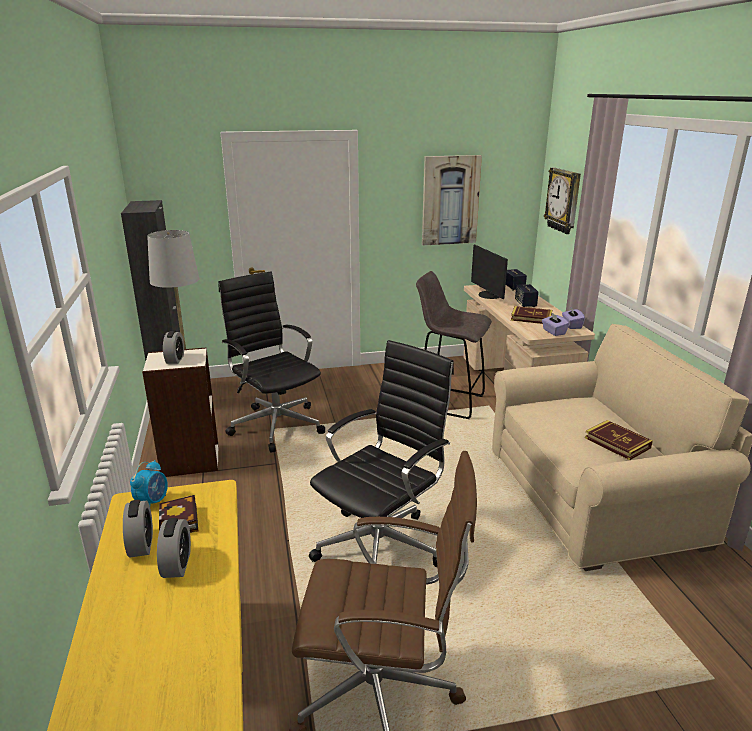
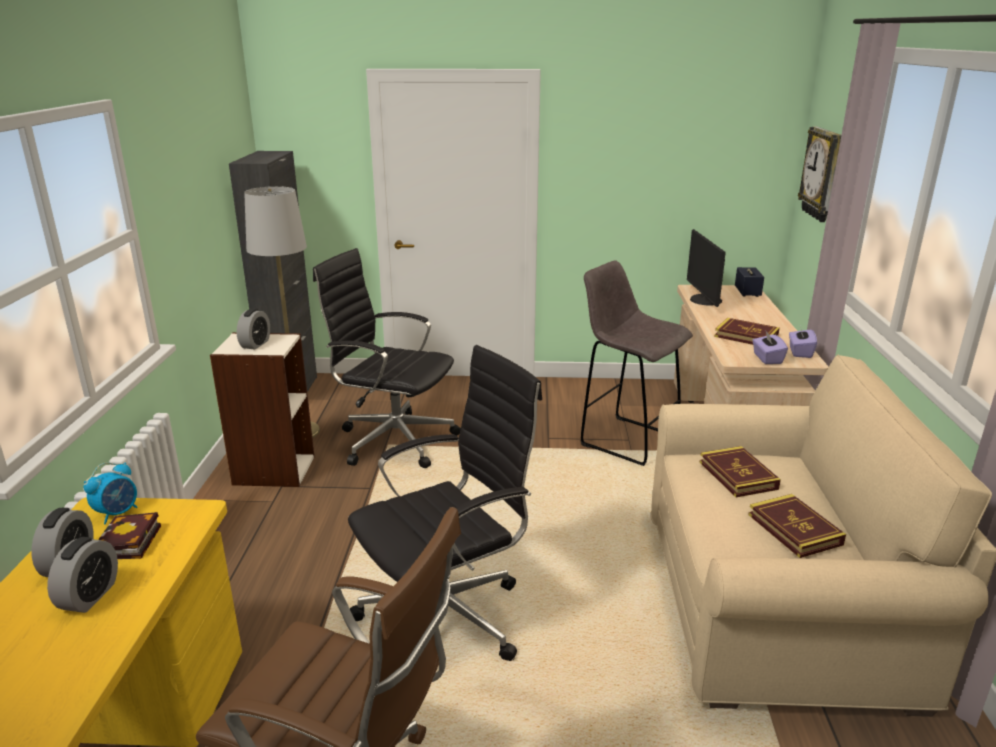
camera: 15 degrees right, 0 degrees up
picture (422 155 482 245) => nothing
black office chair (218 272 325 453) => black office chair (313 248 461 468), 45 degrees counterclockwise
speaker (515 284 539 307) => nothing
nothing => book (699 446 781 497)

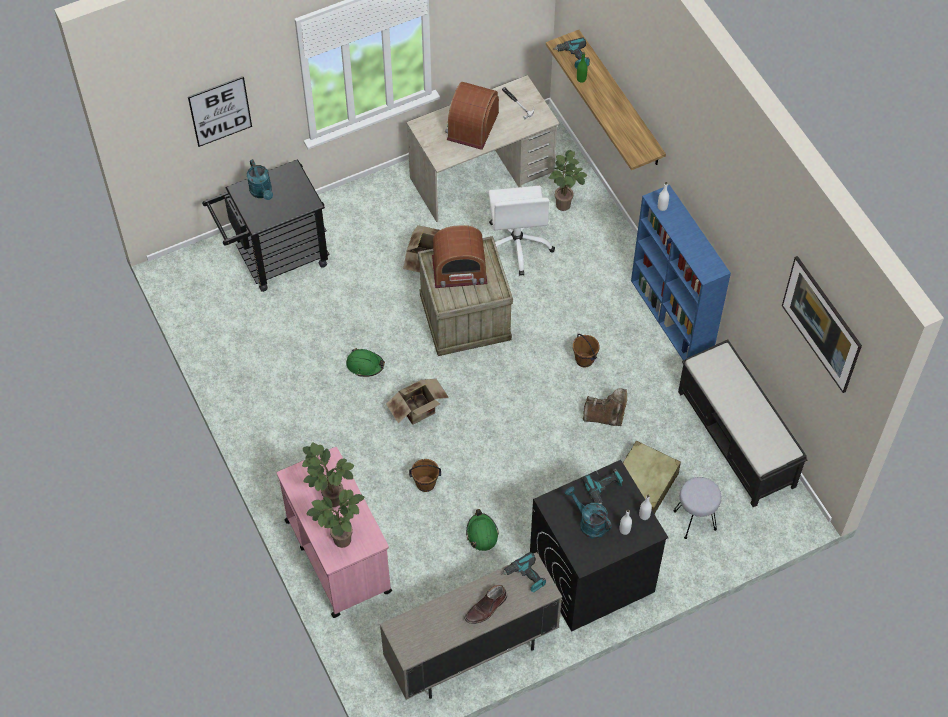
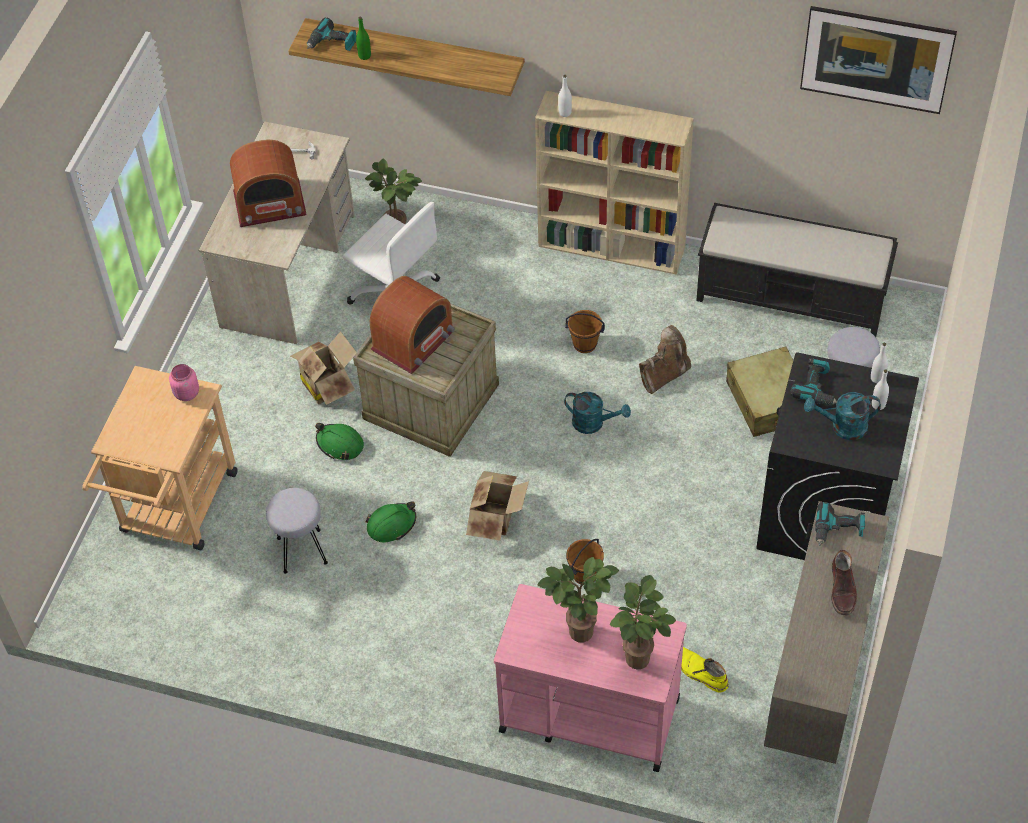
camera: 45 degrees left, 5 degrees down
picture (188 76 252 147) => nothing
radio (445 82 499 150) => radio (230 140 306 227), 75 degrees counterclockwise
black cart (202 159 329 292) => beige cart (82 366 238 550)
turquoise watering can (247 159 273 200) => turquoise watering can (564 392 631 434), shifted
blue bookcase (631 185 731 360) => beige bookcase (535 91 694 275)
green hard hat (466 509 499 551) => green hard hat (315 423 364 460), shifted
nothing => pink jar (169 364 199 401)
nothing => grey stool (266 488 328 574)
nothing => yellow boot (681 647 729 693)

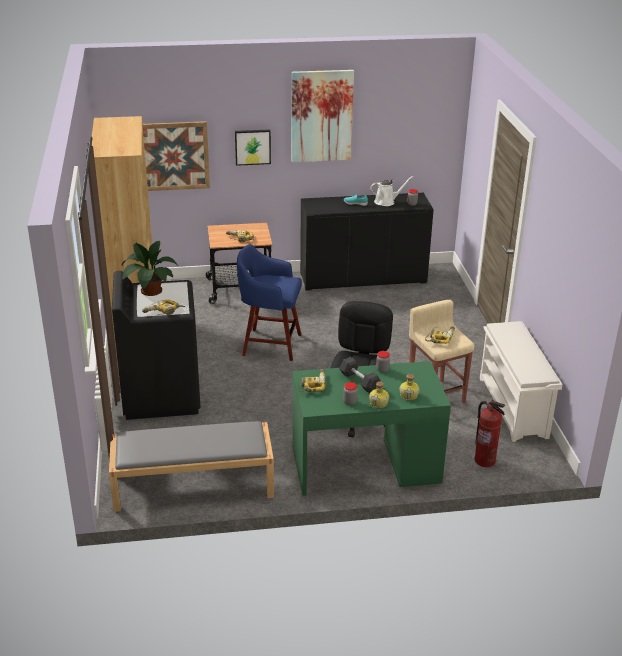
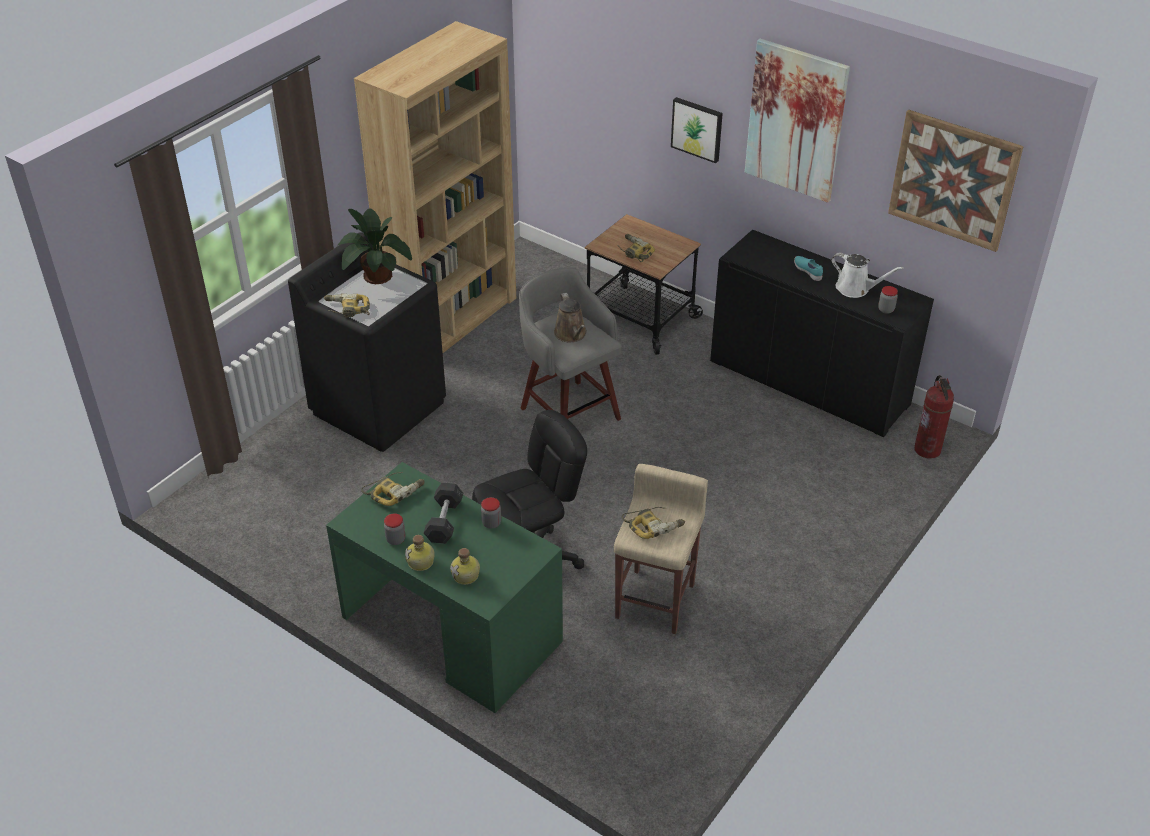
camera: 45 degrees right, 10 degrees up
picture (142 121 210 191) => picture (888 110 1024 252), shifted
blue stool (237 244 302 361) => grey stool (519 267 621 421)
white shoe rack (480 321 563 442) => nothing
fire extinguisher (474 400 505 467) => fire extinguisher (914 375 954 459), shifted
grey bench (109 421 274 512) => nothing
nothing => brown watering can (554 293 587 342)

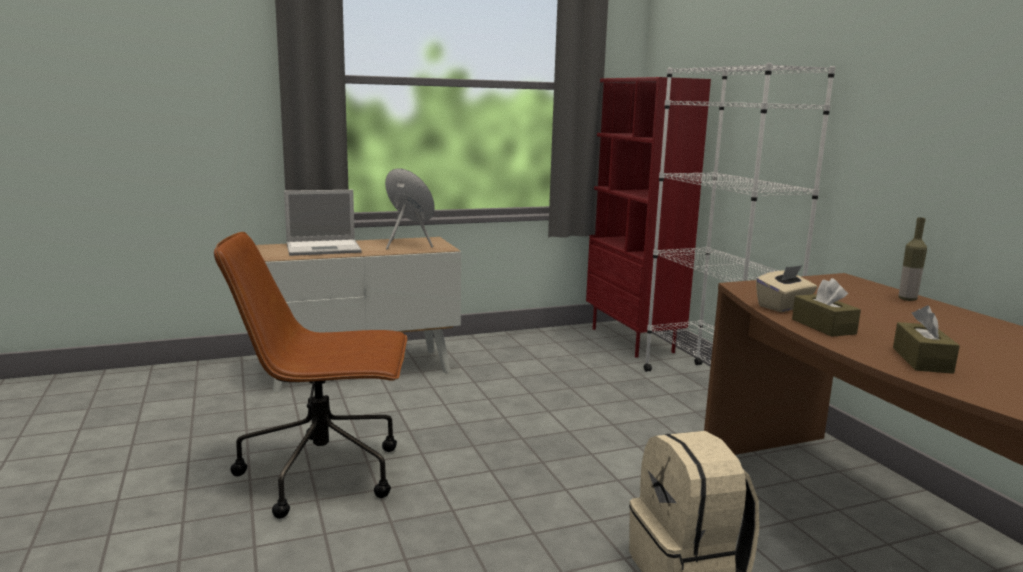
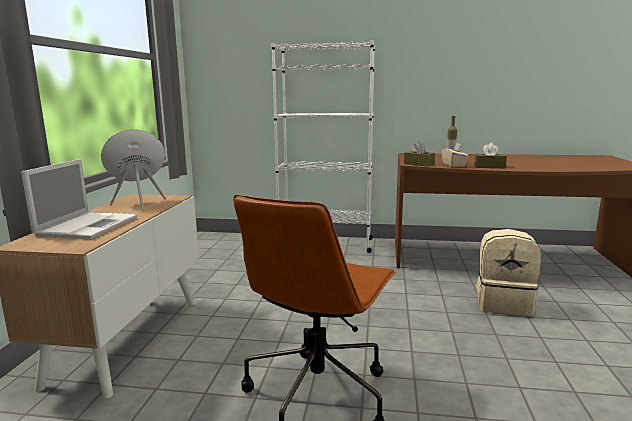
camera: 60 degrees left, 0 degrees up
red bookcase (586 77 711 358) => nothing
brown tissue box (893 305 960 374) => brown tissue box (404 141 435 166), shifted

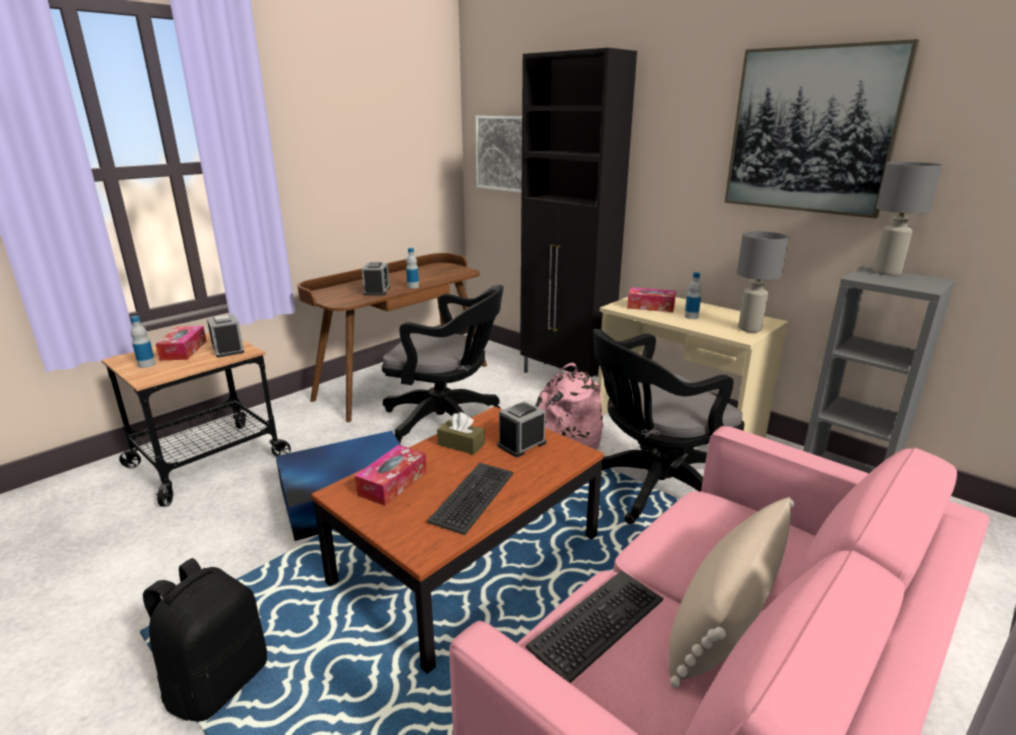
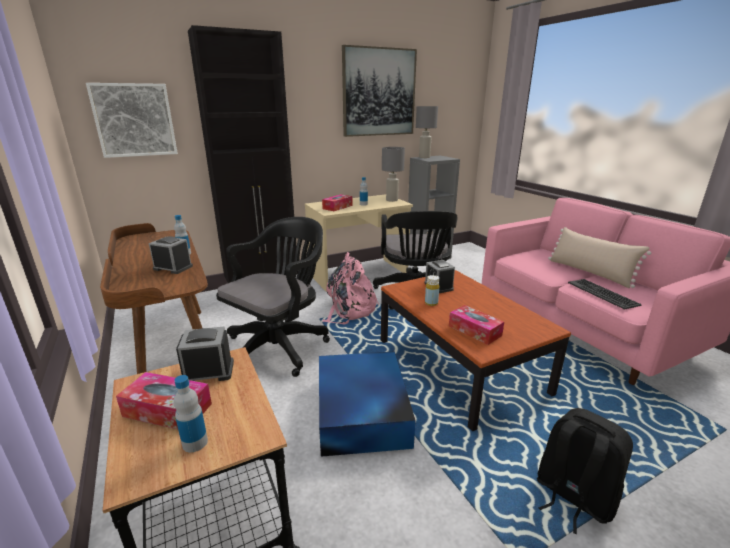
camera: 70 degrees left, 0 degrees up
brown tissue box (437 412 485 455) => yellow bottle (425 275 439 306)
keyboard (427 463 513 535) => nothing

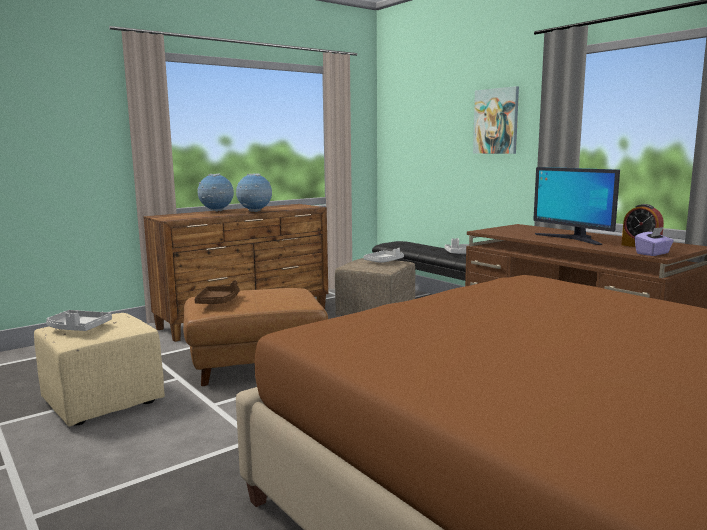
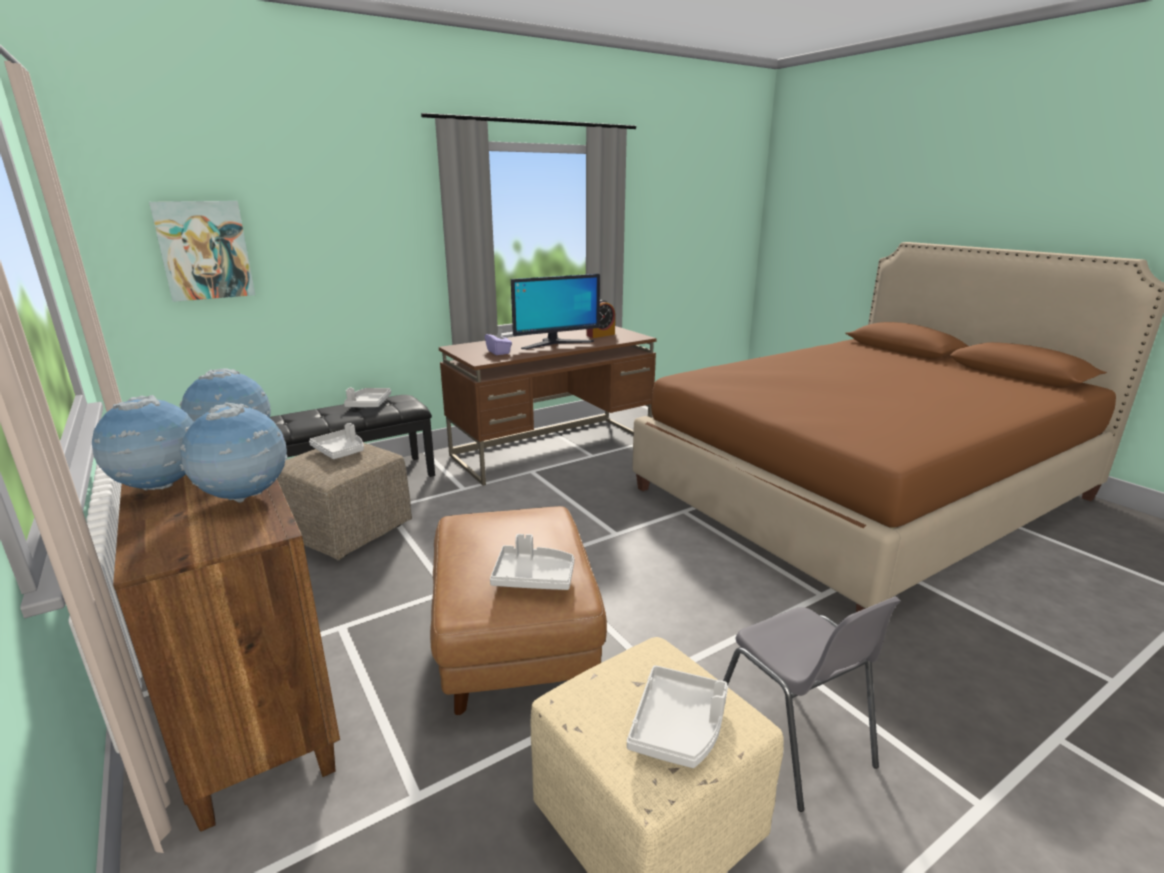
camera: 85 degrees left, 10 degrees up
picture (473 86 519 154) => picture (149 201 255 302), shifted
purple tissue box (635 227 674 256) => purple tissue box (485 329 512 355), shifted
brown tray (194 280 239 304) => grey tray (490 534 574 590)
nothing => globe (180 402 287 503)
nothing => grey chair (723 597 901 812)

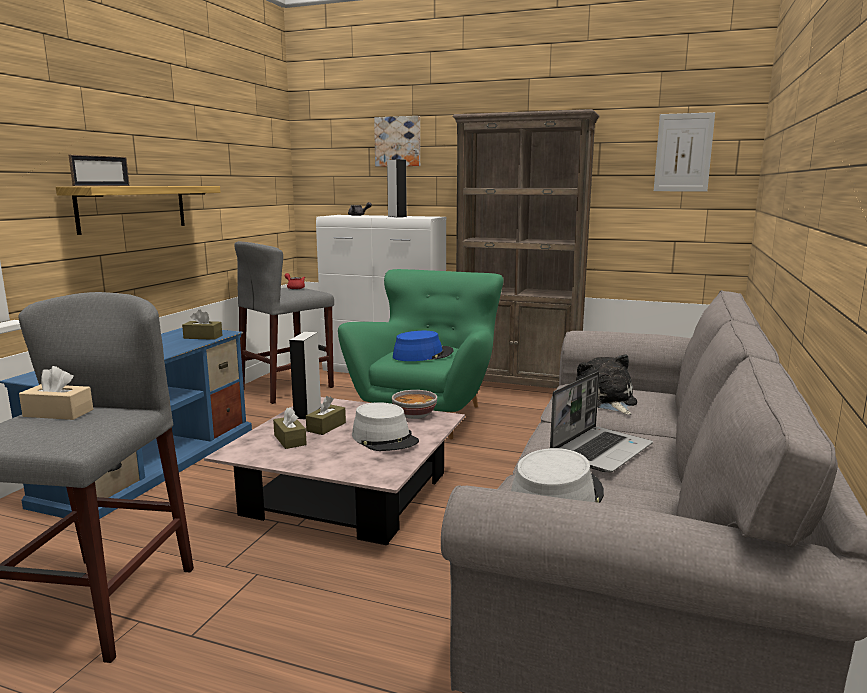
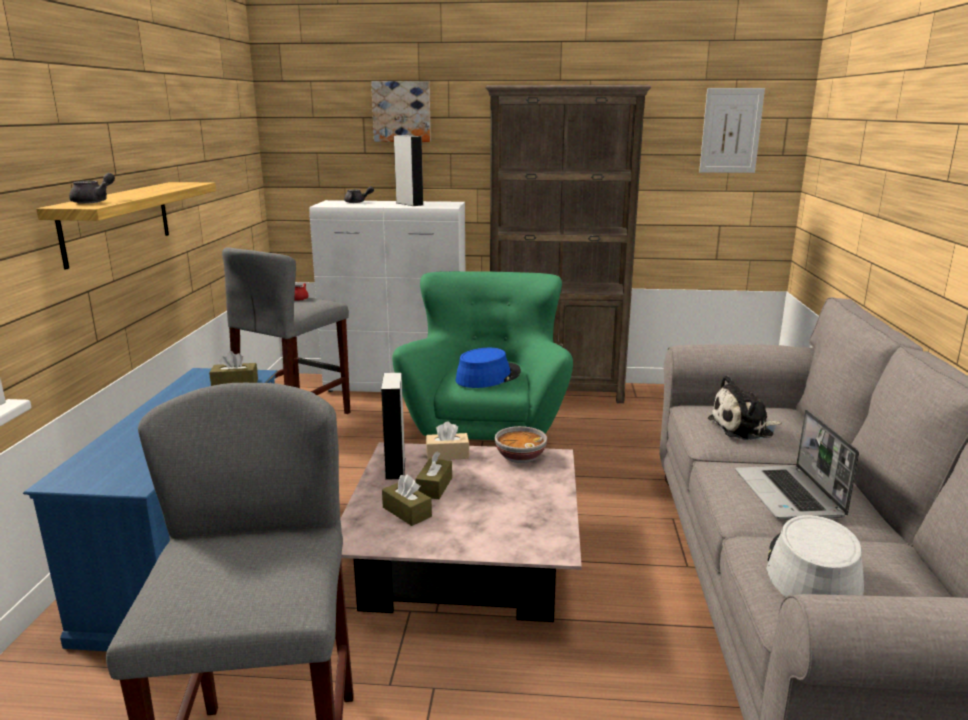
camera: 15 degrees left, 5 degrees up
picture frame (69 155 130 186) => grey teapot (69 173 115 204)
plush toy (576 354 637 415) => plush toy (708 376 782 440), 75 degrees counterclockwise
beige tissue box (19 366 93 420) => beige tissue box (426 422 470 460), shifted
laptop (550 371 653 472) => laptop (735 410 859 520), 150 degrees clockwise
grey hat (352 402 419 451) => nothing

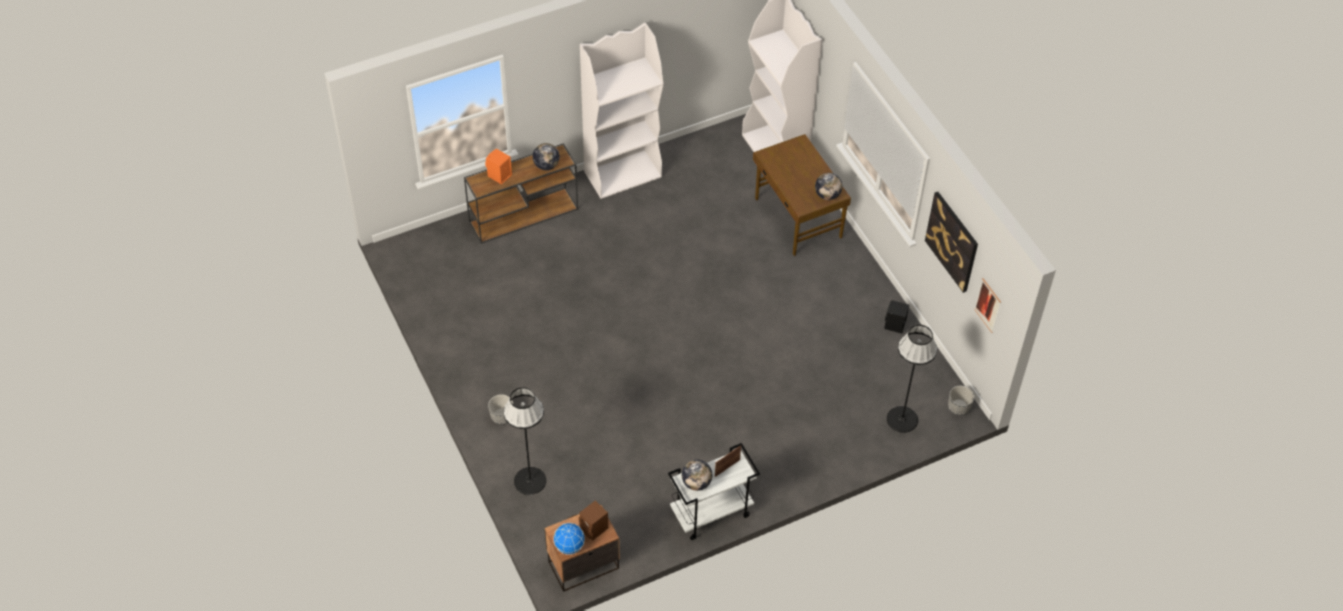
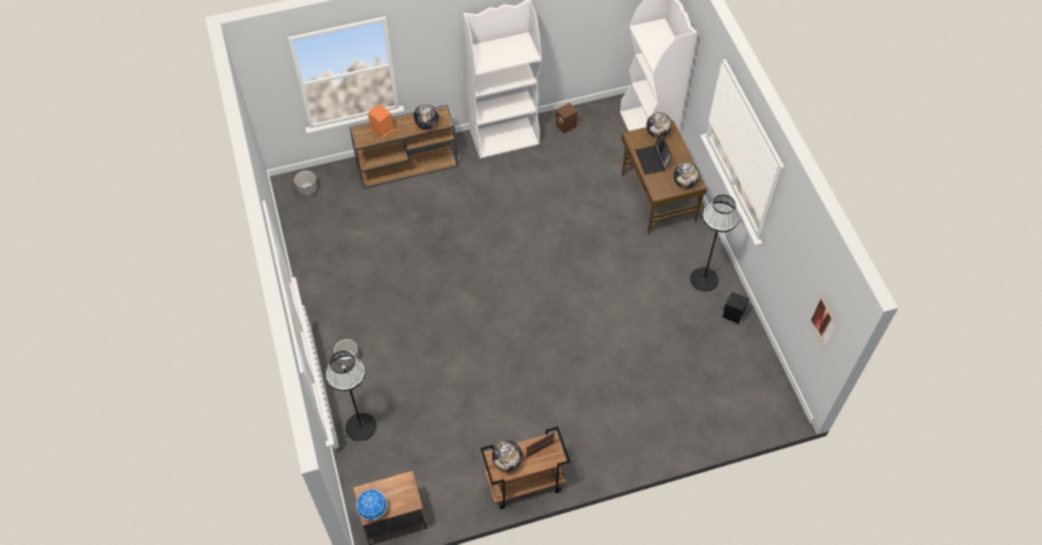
camera: 10 degrees right, 5 degrees up
picture (925 192 978 293) => nothing
black floor lamp (887 325 937 433) => black floor lamp (690 195 739 292), shifted
planter (948 386 974 415) => planter (294 171 317 196), shifted
white cart (668 443 760 540) => brown cart (481 427 570 509)
brown speaker (579 500 608 540) => brown speaker (555 103 578 133), shifted
nothing => globe (646 112 672 138)
nothing => laptop (635 132 672 175)

